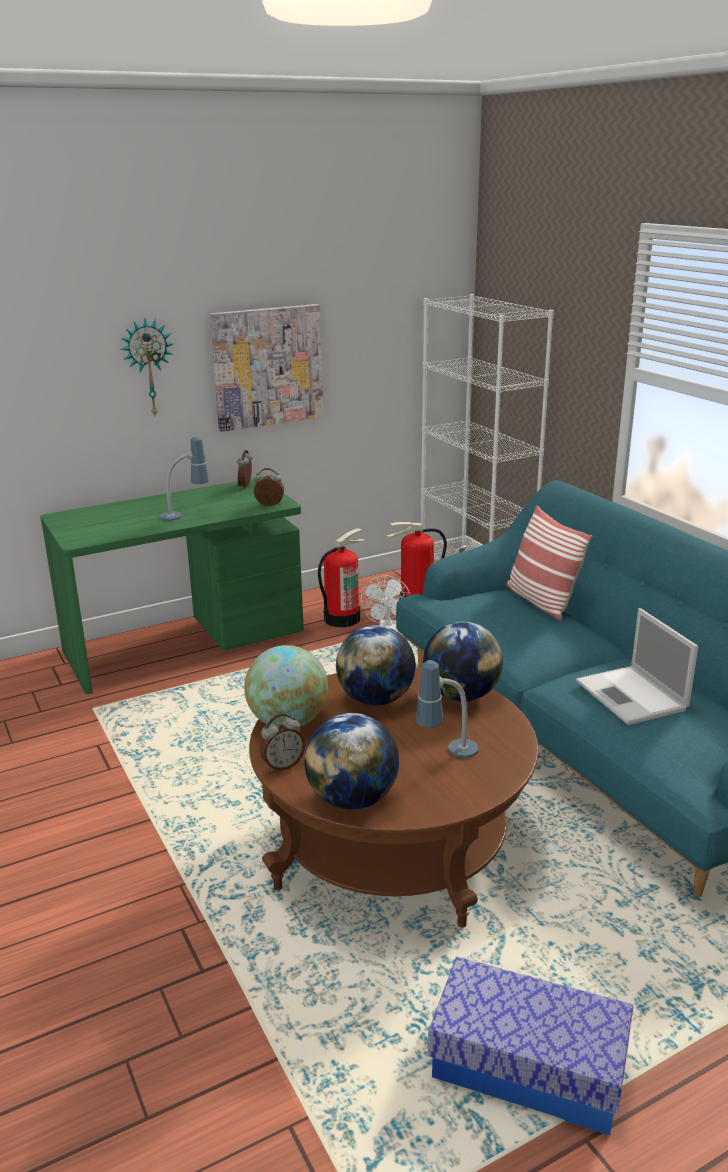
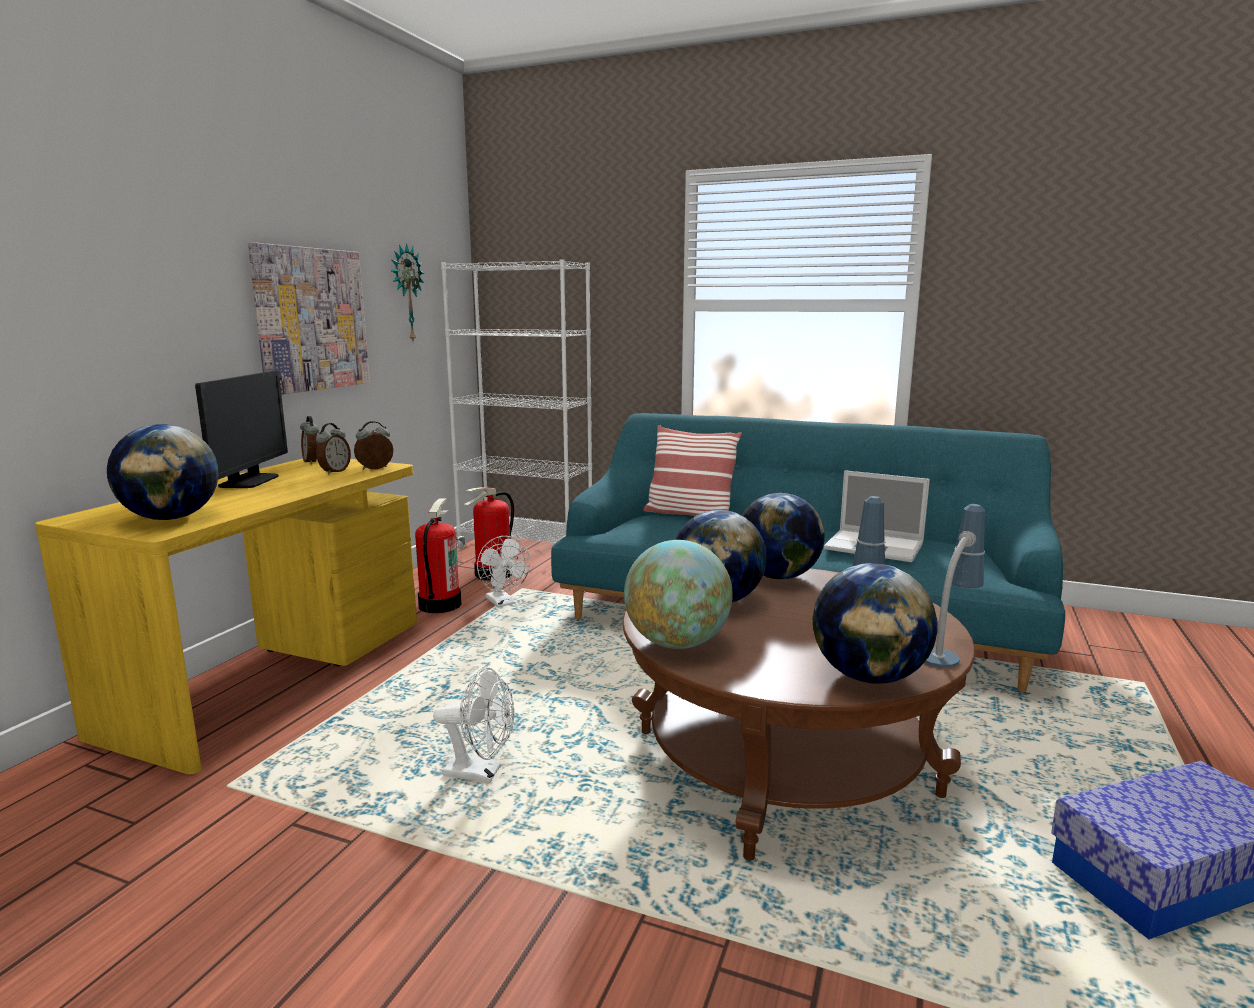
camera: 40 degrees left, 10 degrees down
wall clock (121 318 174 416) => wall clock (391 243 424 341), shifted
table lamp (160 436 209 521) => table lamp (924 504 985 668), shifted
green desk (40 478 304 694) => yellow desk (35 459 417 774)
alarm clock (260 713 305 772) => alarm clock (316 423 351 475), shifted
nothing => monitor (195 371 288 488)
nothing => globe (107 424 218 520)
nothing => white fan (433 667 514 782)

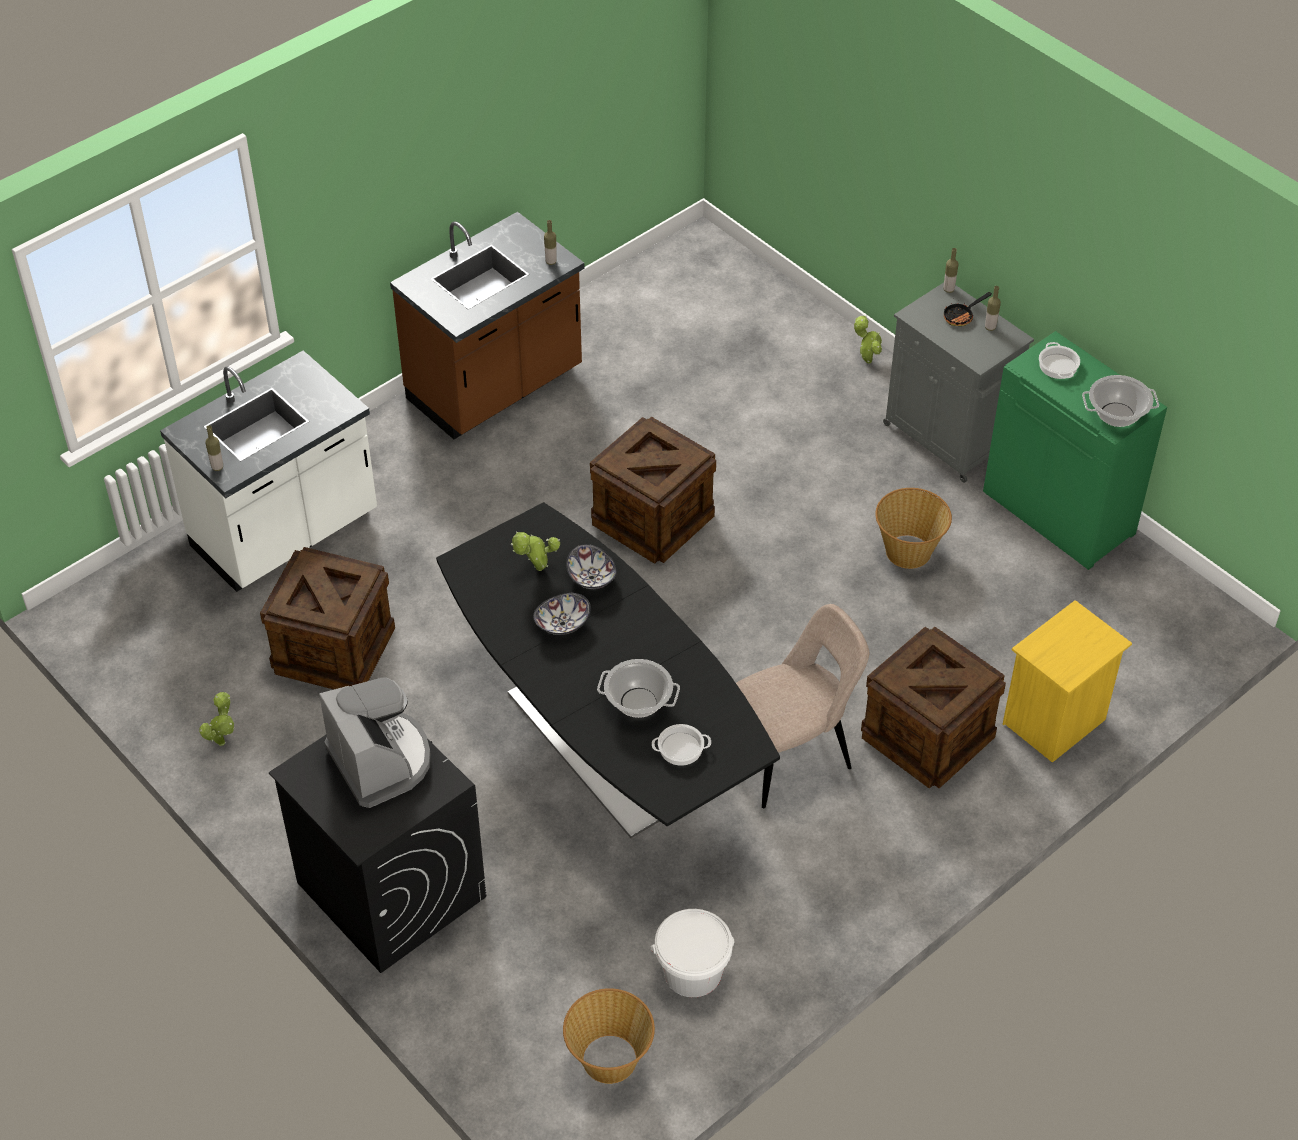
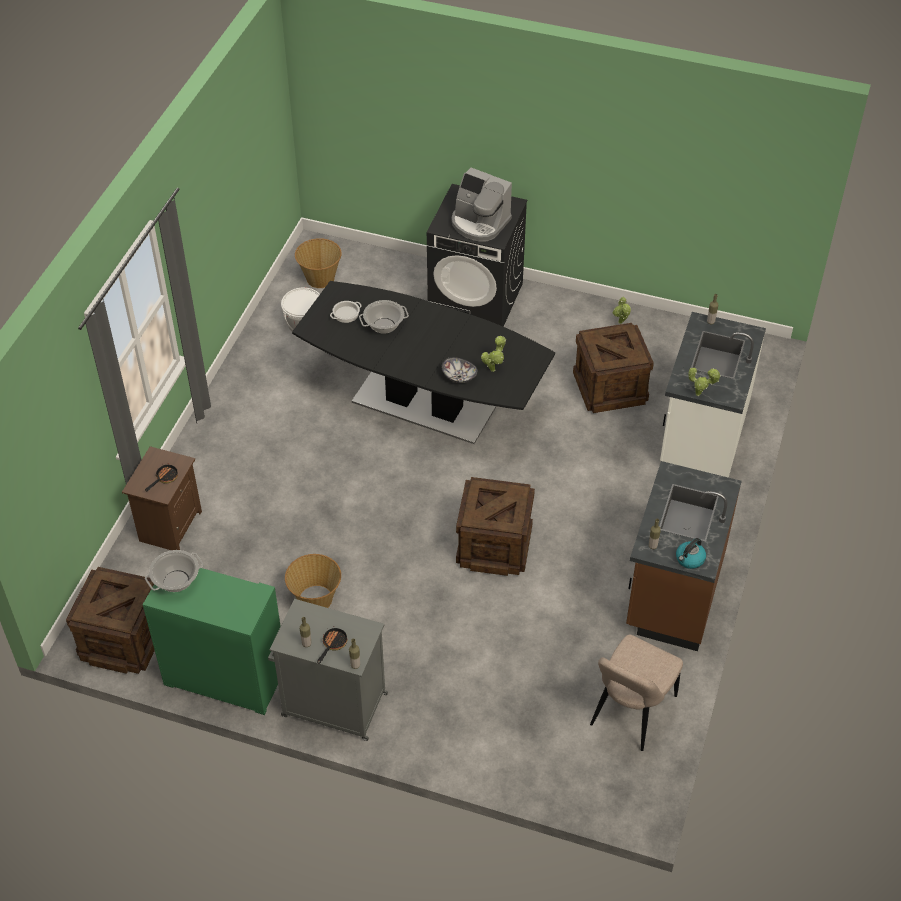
camera: 150 degrees right, 0 degrees up
potted plant (854 316 882 364) => potted plant (688 368 721 396), shifted
cooking pot (1039 342 1080 379) => nothing
bowl (533 593 591 635) => nothing
yellow nightstand (1002 600 1132 763) => brown nightstand (122 446 202 550)
beige chair (736 604 869 809) => beige chair (590 634 683 751), shifted
crate (861 627 1006 789) => crate (66 567 155 674), shifted
nothing => frying pan (145 465 178 491)
nothing => kettle (676 538 706 569)

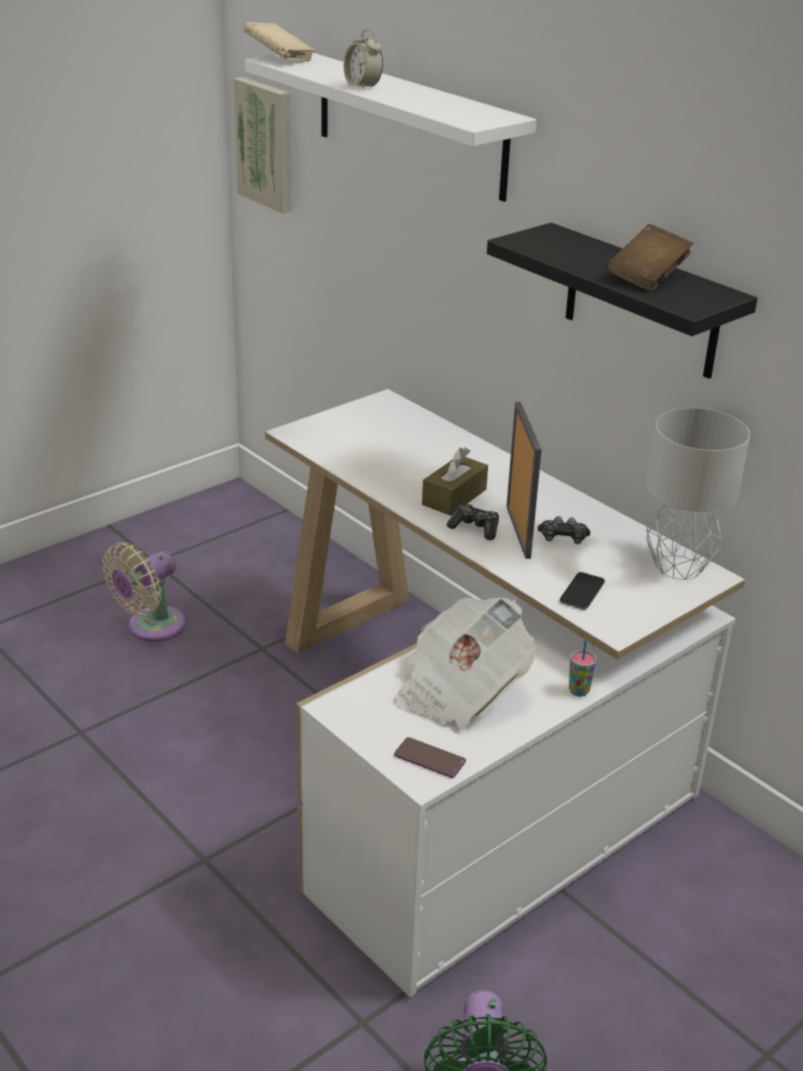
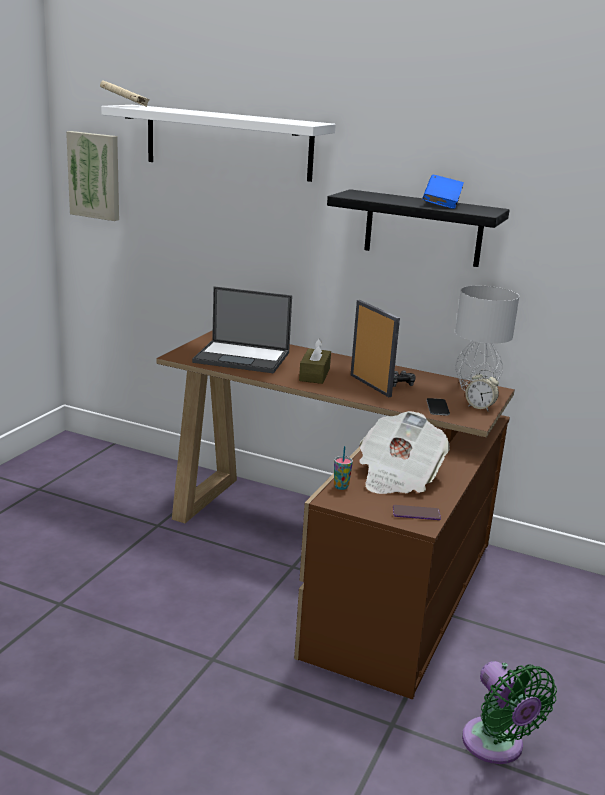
camera: 25 degrees left, 10 degrees down
alarm clock (344 29 383 90) => alarm clock (465 370 499 412), shifted
brown book (607 224 694 291) => blue book (423 175 464 209)
white desk (265 389 745 997) => brown desk (157 330 515 700)
game controller (447 504 499 540) => nothing
beige fan (103 542 186 642) => nothing
cup (569 640 597 697) => cup (334 446 353 490), shifted
nothing => laptop (192 286 292 374)

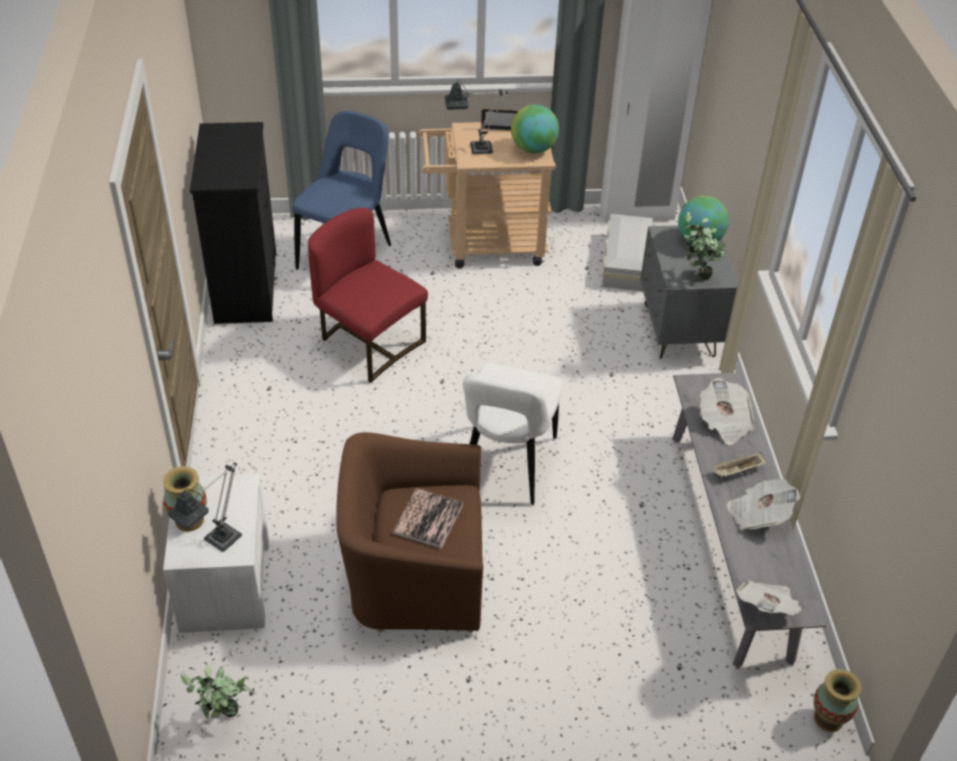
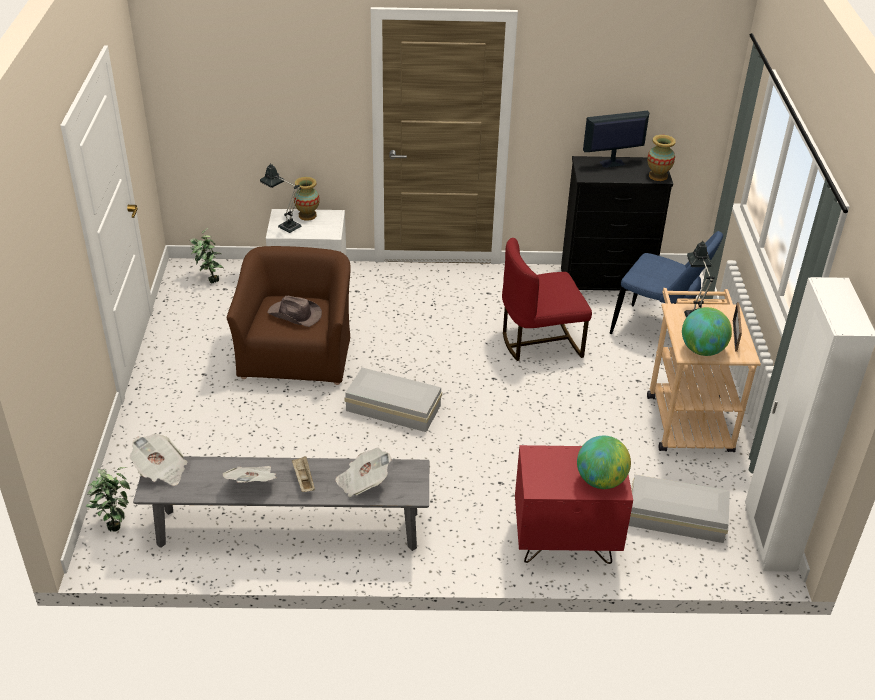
camera: 95 degrees right, 5 degrees down
red chair (308 208 428 383) => red chair (502 238 592 361), 150 degrees counterclockwise
potted plant (684 212 726 280) => potted plant (86 467 130 532), shifted
grey nightstand (640 225 738 359) => red nightstand (515 445 633 564)
white chair (463 363 562 505) => white storage box (344 368 442 432)
book (392 488 463 549) => brown hat (267 296 322 327)
vase (814 669 861 732) => vase (647 135 676 181), shifted
nothing => monitor (583 111 649 167)

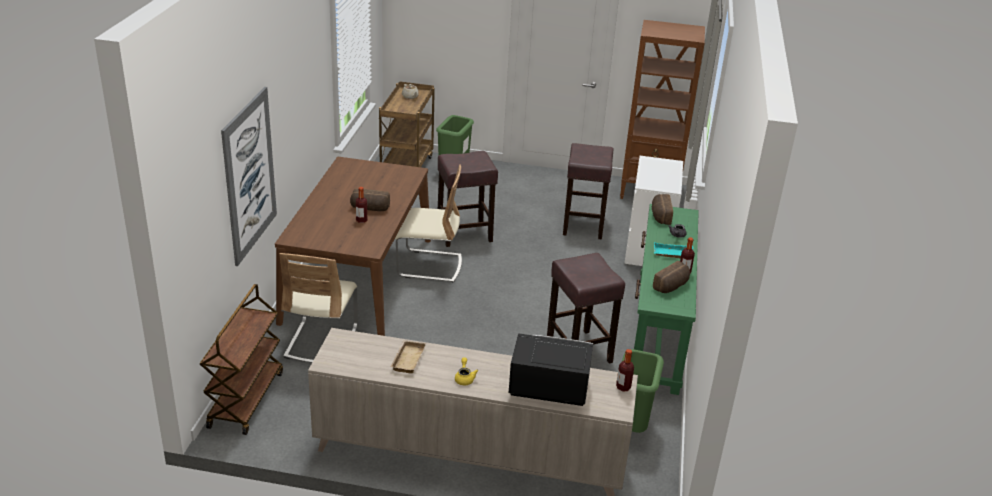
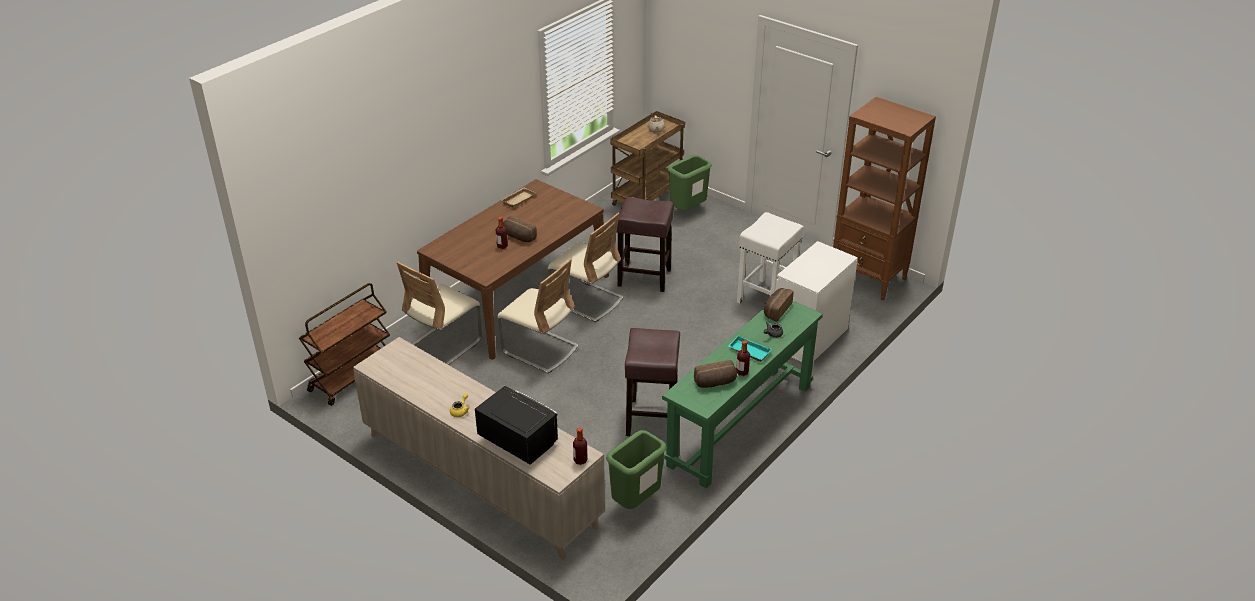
camera: 30 degrees right, 5 degrees up
picture (221 87 277 266) => nothing
brown stool (563 143 614 240) => white stool (737 212 804 304)
beige tray (390 340 426 374) => beige tray (502 187 536 208), shifted
nothing => beige chair (497 259 579 374)

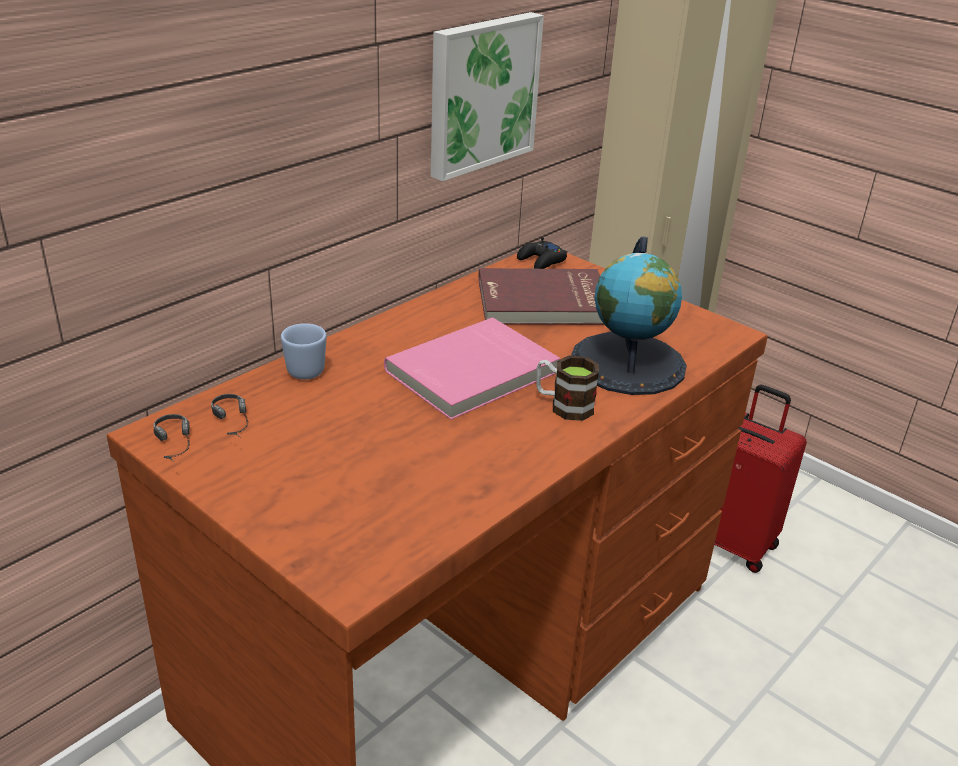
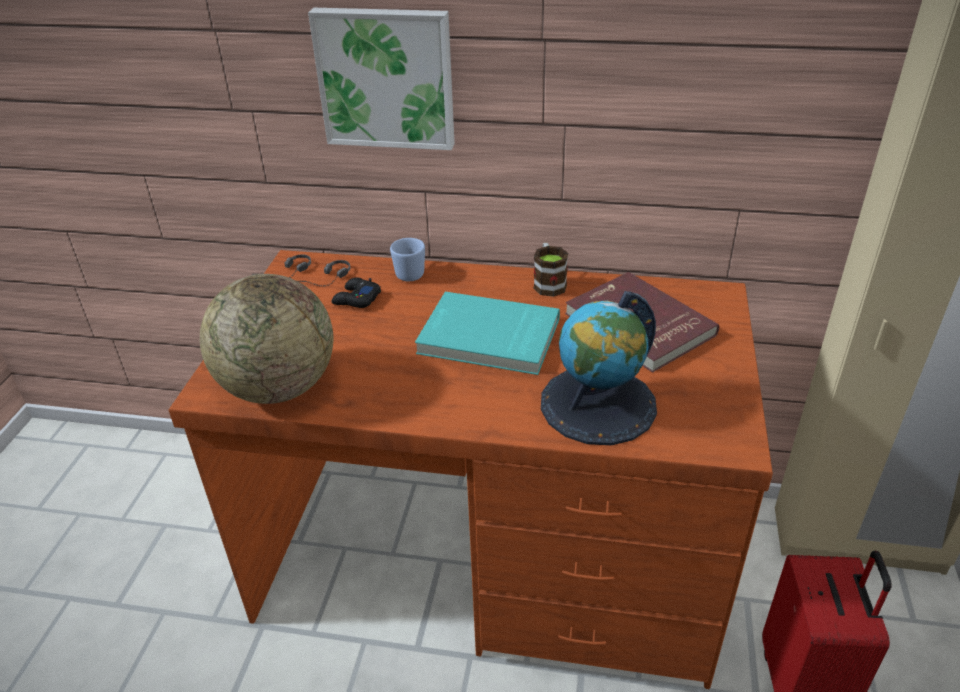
camera: 60 degrees right, 5 degrees up
picture (431 12 544 181) => picture (308 8 455 150), shifted
black game controller (517 237 567 269) => black game controller (332 277 381 308), shifted
pink book (384 317 560 420) => turquoise book (415 292 560 375)
mug (536 355 599 421) => mug (533 243 568 297), shifted
nothing => globe (200 274 333 404)

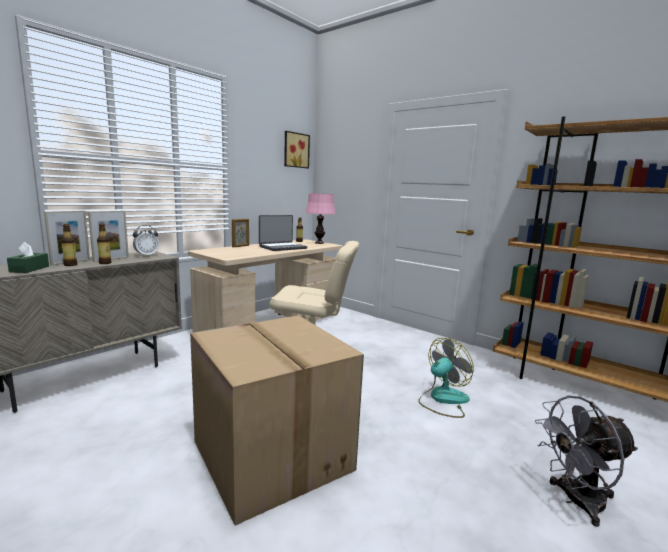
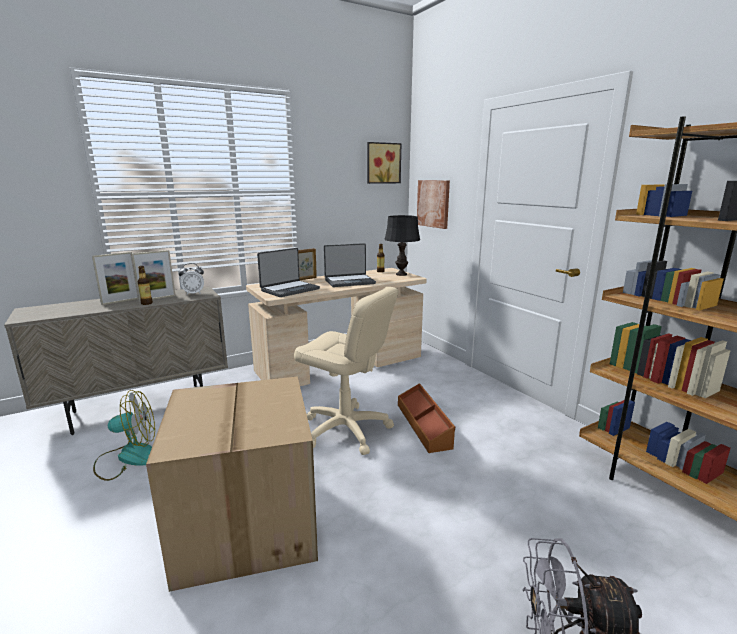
camera: 20 degrees right, 5 degrees up
pink table lamp (306 193 336 244) => black table lamp (385 215 420 276)
bottle (61 224 77 266) => nothing
green tissue box (7 242 49 273) => nothing
fan (418 338 474 418) => fan (93 390 155 481), shifted
nothing => picture (417 180 450 229)
nothing => laptop (257 248 320 297)
nothing => brown storage box (398 383 455 453)

